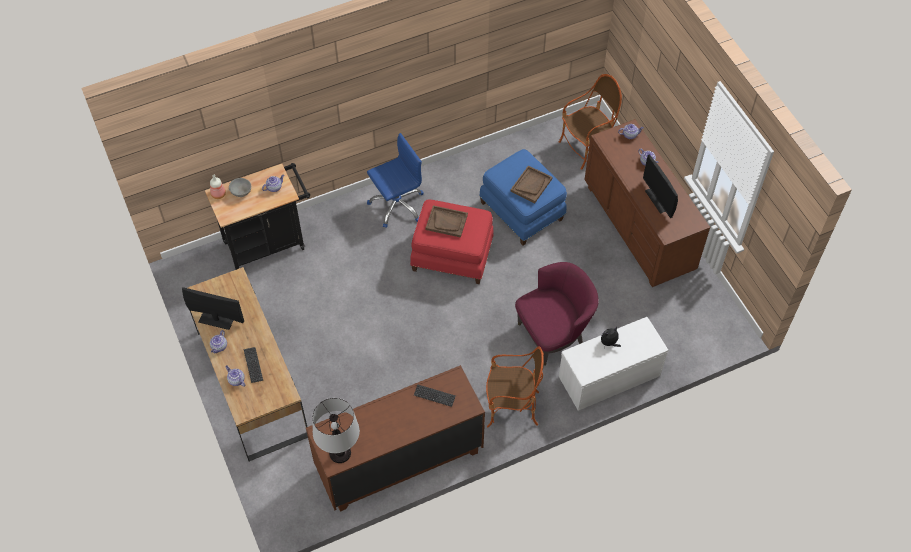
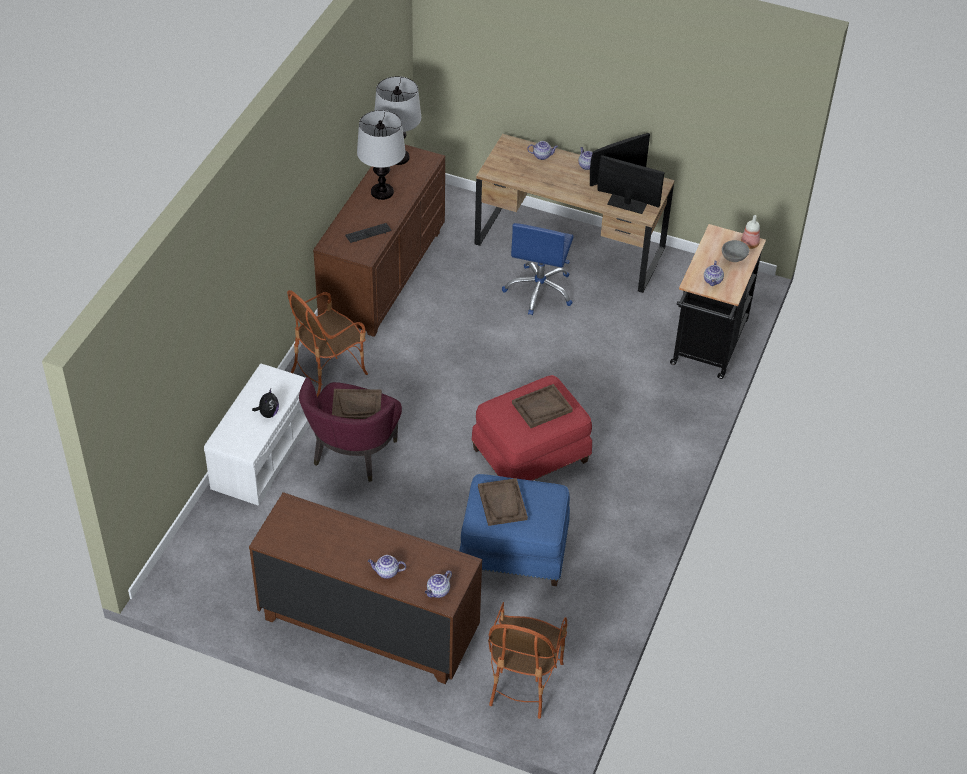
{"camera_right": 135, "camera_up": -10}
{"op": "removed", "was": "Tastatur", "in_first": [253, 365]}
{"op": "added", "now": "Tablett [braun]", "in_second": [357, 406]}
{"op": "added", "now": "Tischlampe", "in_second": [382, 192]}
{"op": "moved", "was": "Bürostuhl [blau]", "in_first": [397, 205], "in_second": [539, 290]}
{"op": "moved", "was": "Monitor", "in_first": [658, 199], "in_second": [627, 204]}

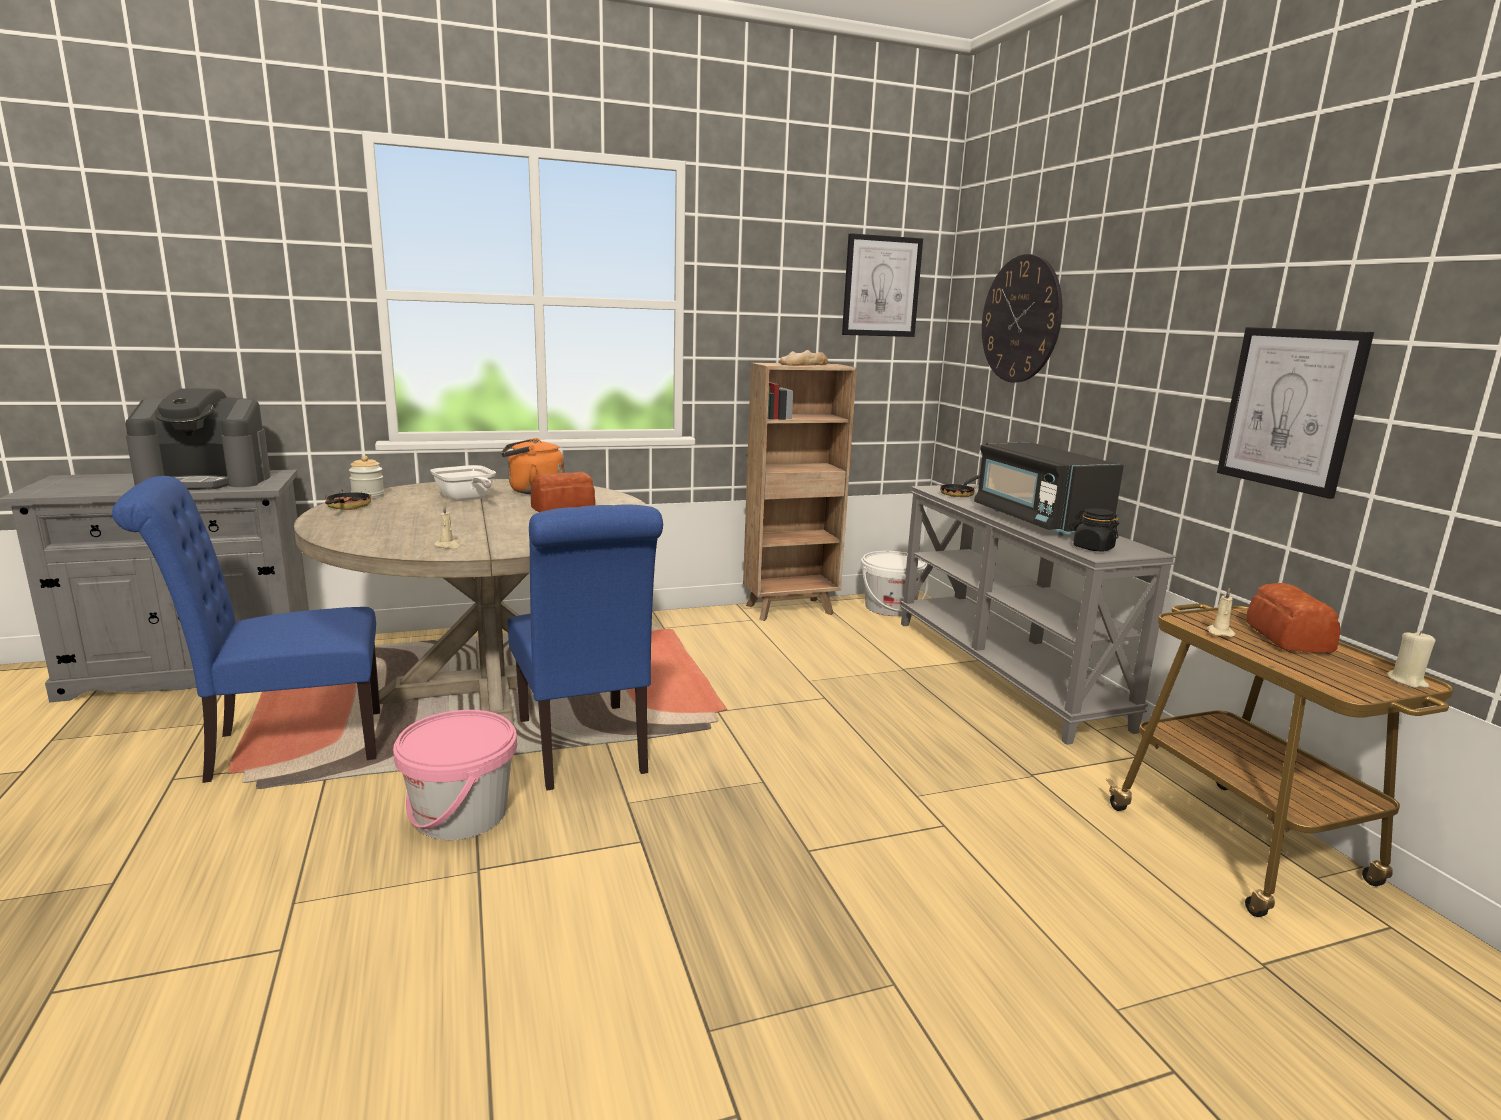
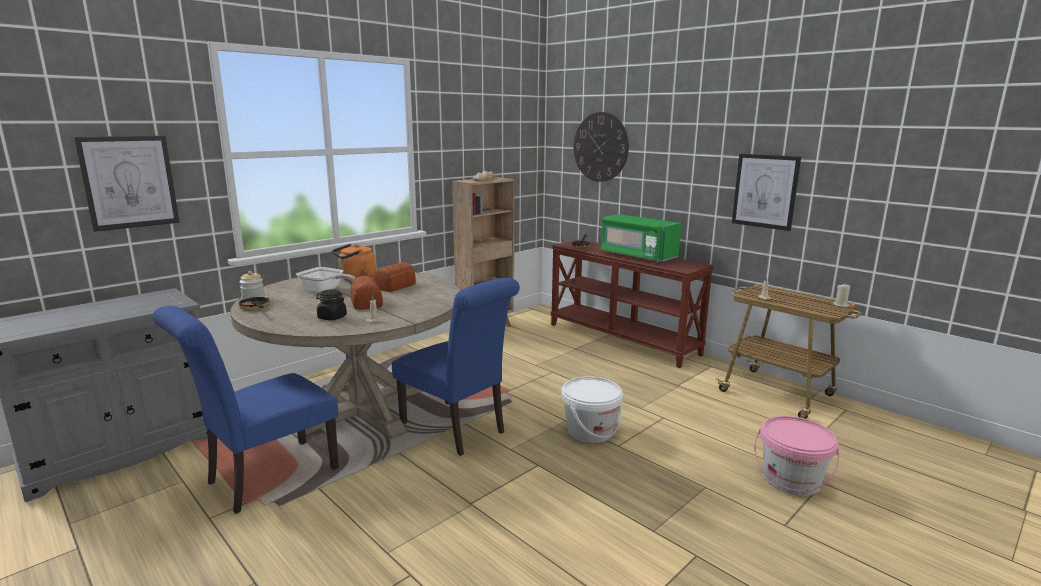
{"camera_right": -25, "camera_up": 0}
{"op": "removed", "was": "Kaffeemaschine", "in_first": [207, 480]}
{"op": "moved", "was": "Eimer [rosa]", "in_first": [461, 815], "in_second": [791, 480]}
{"op": "moved", "was": "Bild", "in_first": [881, 286], "in_second": [129, 182]}
{"op": "moved", "was": "Eimer [weiß]", "in_first": [890, 608], "in_second": [590, 431]}
{"op": "moved", "was": "Vorratsglas [schwarz]", "in_first": [1093, 548], "in_second": [332, 317]}
{"op": "moved", "was": "Brot", "in_first": [1287, 638], "in_second": [366, 303]}
{"op": "recoloured", "was": "Konsolentisch [grau]", "now": "Konsolentisch [braun]", "in_first": [1005, 671], "in_second": [623, 339]}
{"op": "recoloured", "was": "Mikrowelle [schwarz]", "now": "Mikrowelle [grün]", "in_first": [1037, 521], "in_second": [637, 256]}

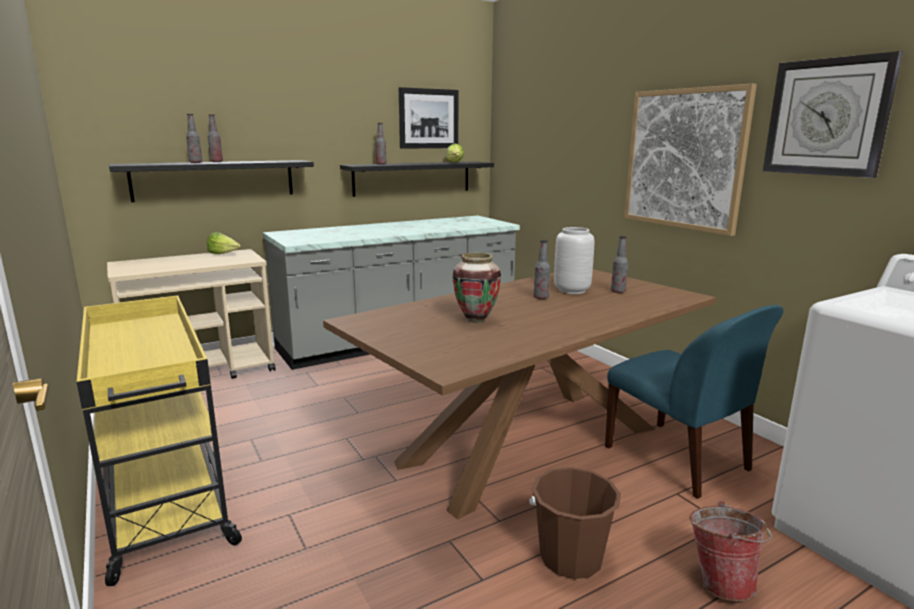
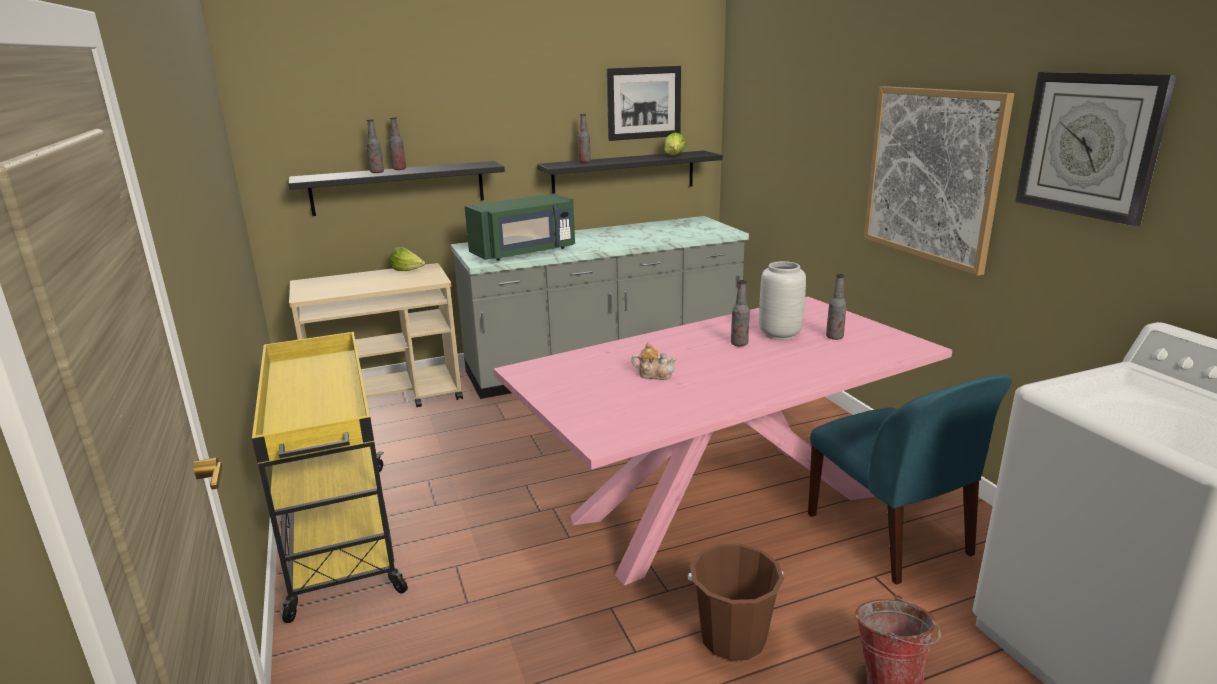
{"camera_right": 10, "camera_up": 5}
{"op": "added", "now": "Mikrowelle [grün]", "in_second": [525, 252]}
{"op": "replaced", "was": "Vase", "now": "Teekanne", "in_first": [476, 320], "in_second": [654, 375]}
{"op": "recoloured", "was": "Esstisch [braun]", "now": "Esstisch [rosa]", "in_first": [528, 445], "in_second": [721, 506]}

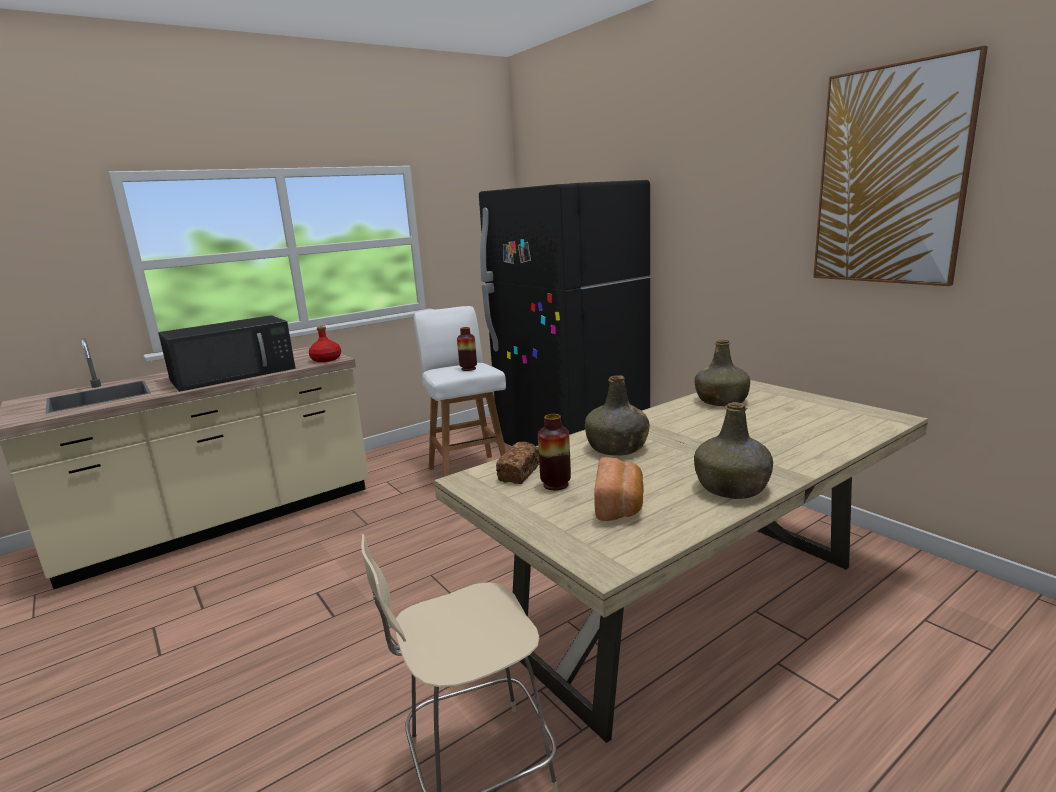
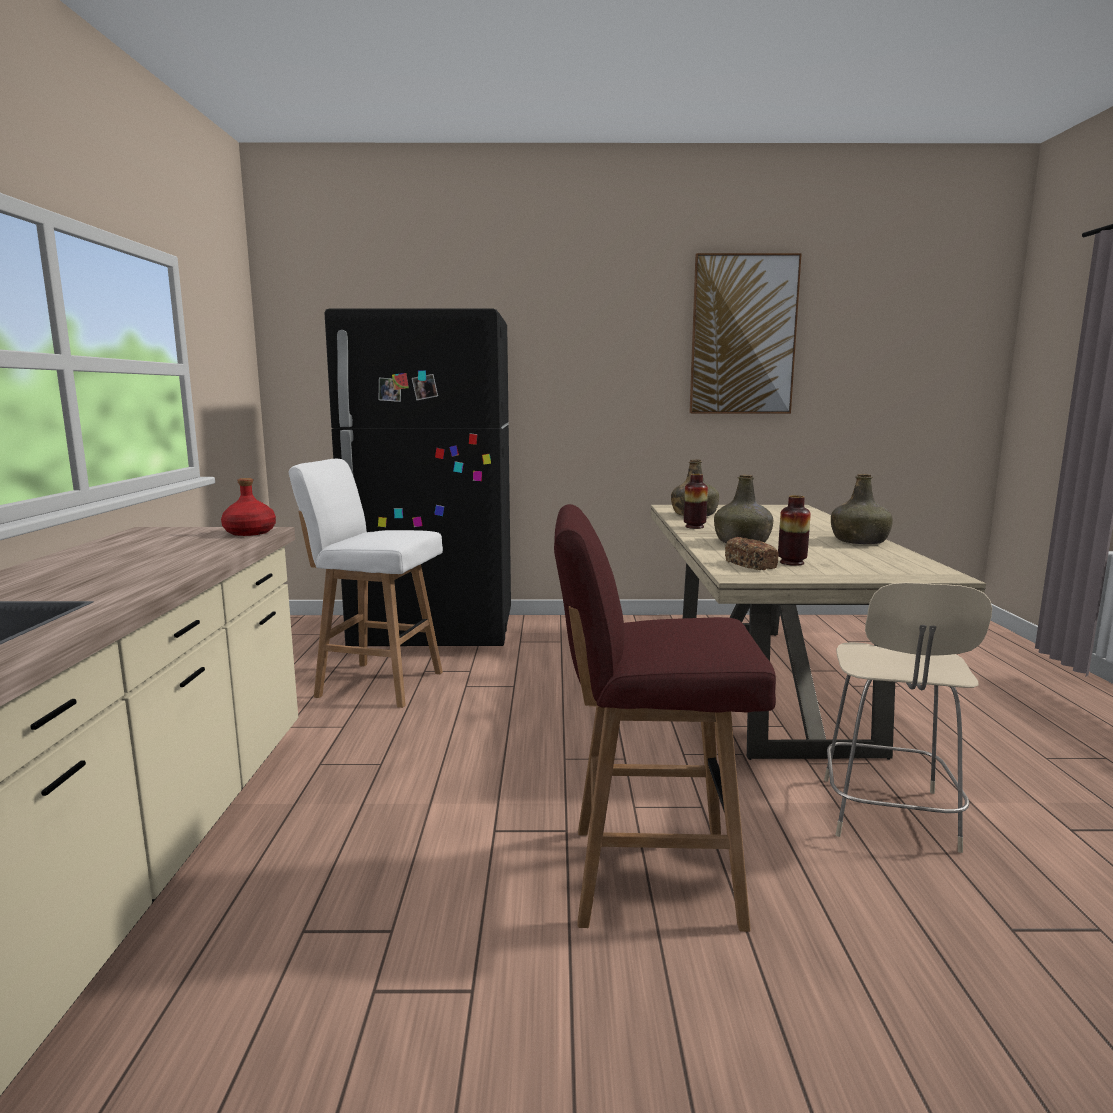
{"camera_right": -55, "camera_up": -5}
{"op": "removed", "was": "Mikrowelle [schwarz]", "in_first": [235, 374]}
{"op": "removed", "was": "Brot", "in_first": [620, 506]}
{"op": "added", "now": "Hocker [rot]", "in_second": [649, 875]}
{"op": "moved", "was": "Vase", "in_first": [468, 369], "in_second": [694, 527]}

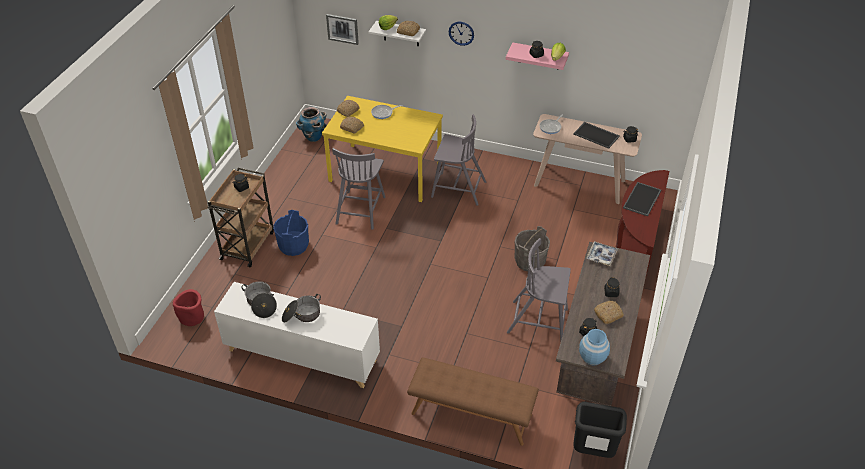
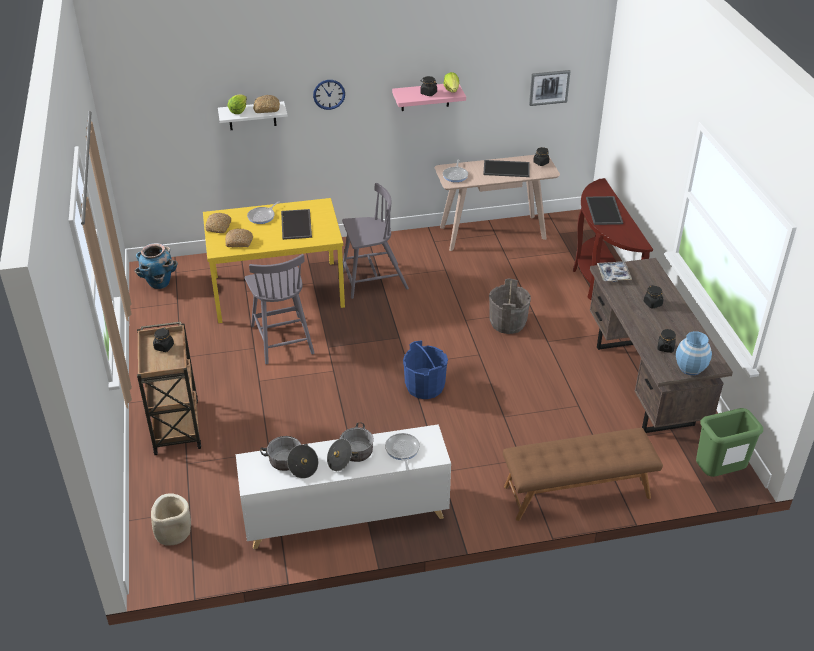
{"camera_right": -30, "camera_up": -5}
{"op": "removed", "was": "Stuhl [grau]", "in_first": [539, 321]}
{"op": "removed", "was": "Brot", "in_first": [608, 314]}
{"op": "added", "now": "Tablett", "in_second": [297, 225]}
{"op": "added", "now": "Pfanne", "in_second": [402, 450]}
{"op": "moved", "was": "Eimer [blau]", "in_first": [293, 245], "in_second": [424, 386]}
{"op": "moved", "was": "Bild", "in_first": [342, 29], "in_second": [549, 87]}
{"op": "recoloured", "was": "Pflanzkübel [rot]", "now": "Pflanzkübel [beige]", "in_first": [192, 318], "in_second": [173, 533]}
{"op": "recoloured", "was": "Mülleimer [schwarz]", "now": "Mülleimer [grün]", "in_first": [592, 452], "in_second": [718, 474]}

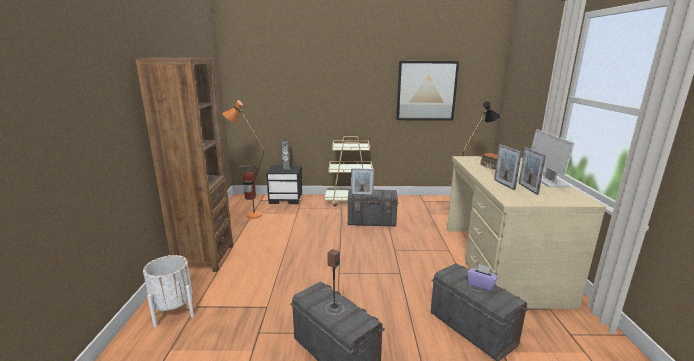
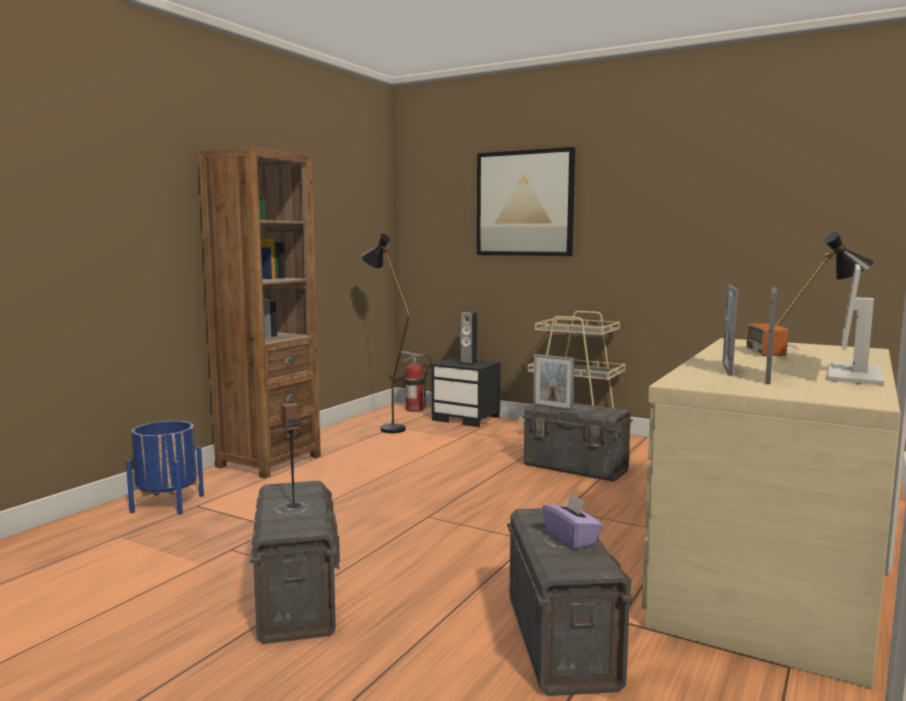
{"camera_right": 30, "camera_up": -10}
{"op": "moved", "was": "Bild", "in_first": [426, 91], "in_second": [524, 203]}
{"op": "recoloured", "was": "Pflanzkübel [weiß]", "now": "Pflanzkübel [blau]", "in_first": [173, 311], "in_second": [168, 504]}
{"op": "recoloured", "was": "Stehlampe [orange]", "now": "Stehlampe [schwarz]", "in_first": [249, 215], "in_second": [386, 428]}

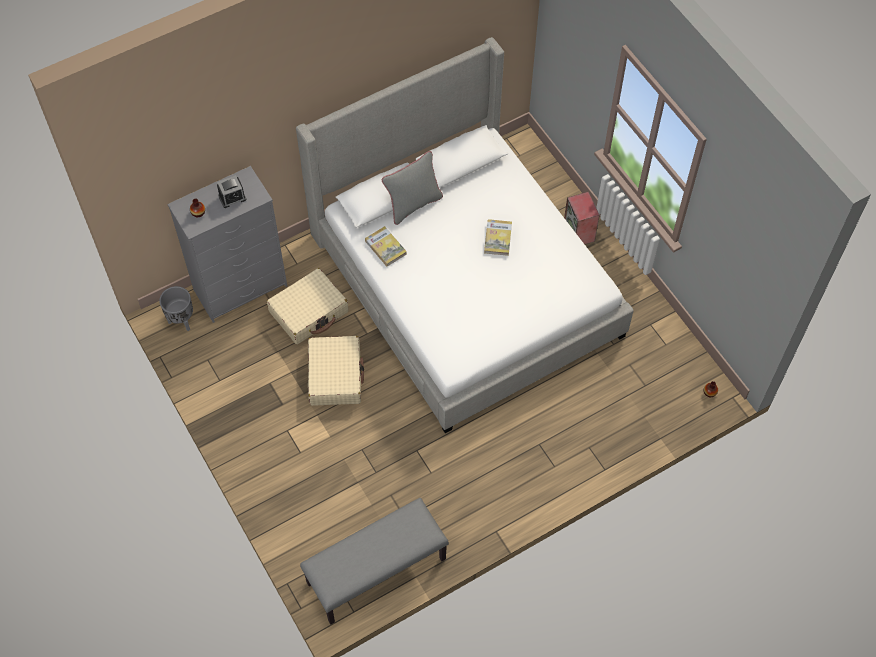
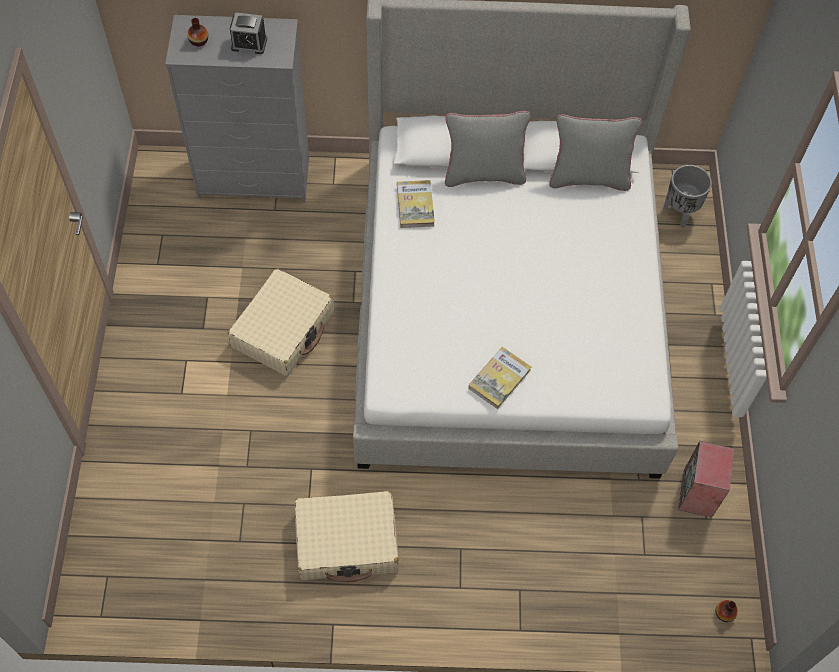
{"camera_right": 30, "camera_up": 0}
{"op": "removed", "was": "Bank [grau]", "in_first": [376, 572]}
{"op": "added", "now": "Kissen [grau]", "in_second": [588, 178]}
{"op": "moved", "was": "Pflanzkübel [grau]", "in_first": [181, 321], "in_second": [679, 213]}
{"op": "moved", "was": "Koffer [beige]", "in_first": [309, 312], "in_second": [347, 542]}
{"op": "moved", "was": "Buch", "in_first": [498, 238], "in_second": [499, 379]}
{"op": "moved", "was": "Lautsprecher", "in_first": [579, 233], "in_second": [698, 494]}

